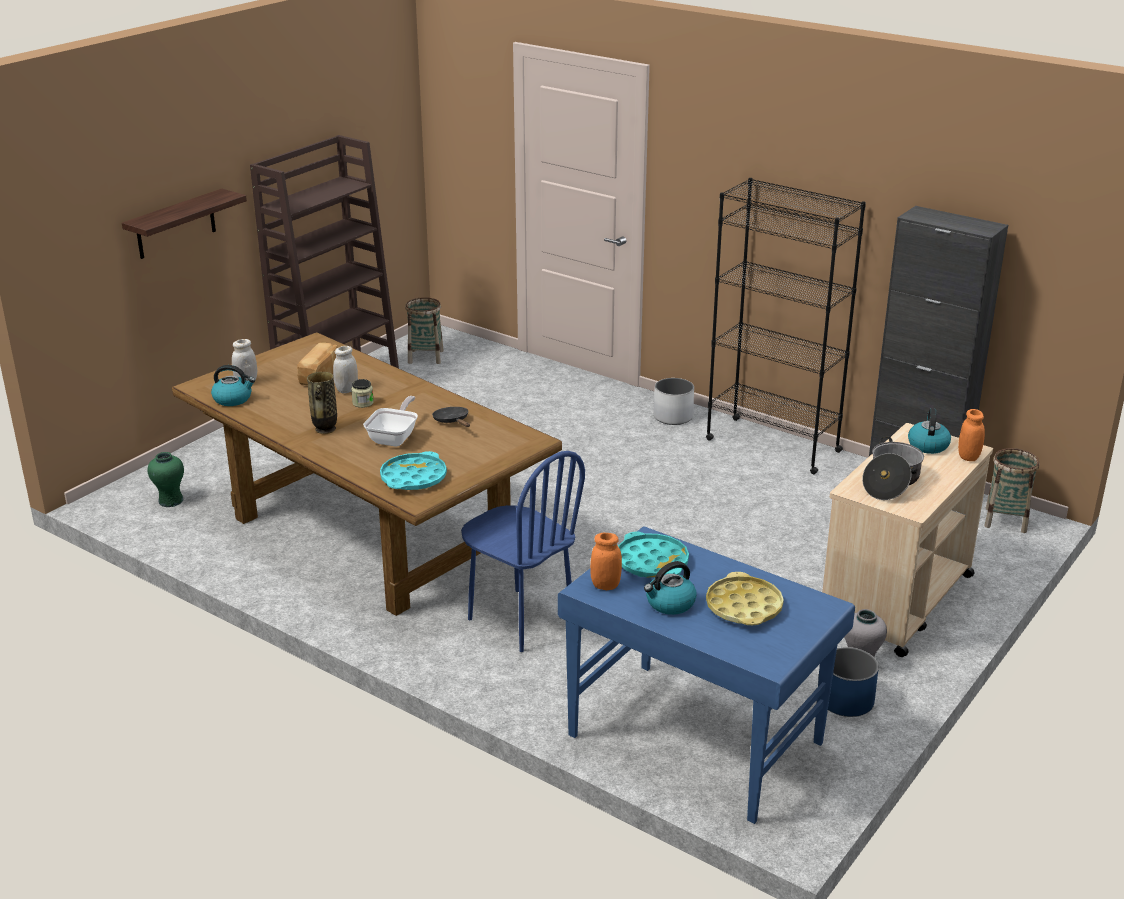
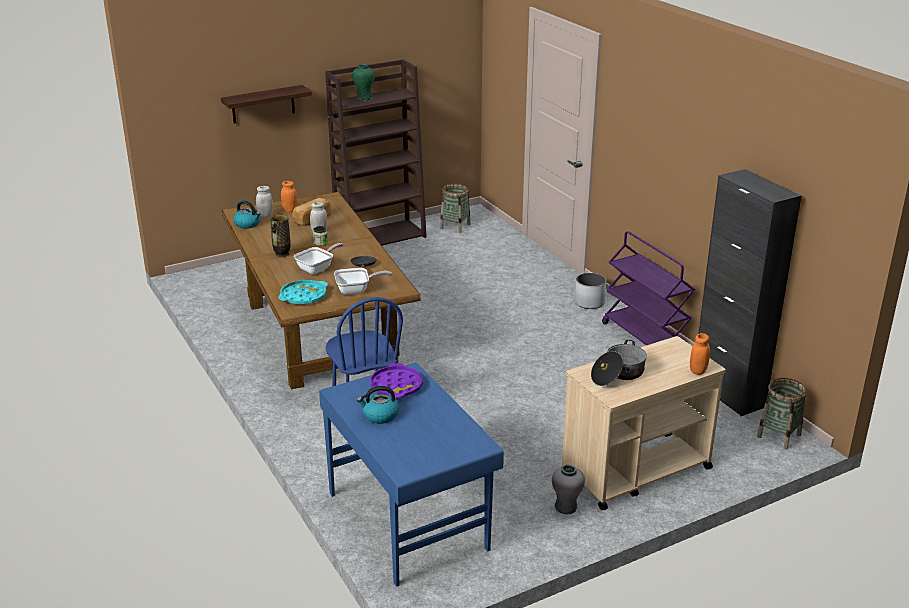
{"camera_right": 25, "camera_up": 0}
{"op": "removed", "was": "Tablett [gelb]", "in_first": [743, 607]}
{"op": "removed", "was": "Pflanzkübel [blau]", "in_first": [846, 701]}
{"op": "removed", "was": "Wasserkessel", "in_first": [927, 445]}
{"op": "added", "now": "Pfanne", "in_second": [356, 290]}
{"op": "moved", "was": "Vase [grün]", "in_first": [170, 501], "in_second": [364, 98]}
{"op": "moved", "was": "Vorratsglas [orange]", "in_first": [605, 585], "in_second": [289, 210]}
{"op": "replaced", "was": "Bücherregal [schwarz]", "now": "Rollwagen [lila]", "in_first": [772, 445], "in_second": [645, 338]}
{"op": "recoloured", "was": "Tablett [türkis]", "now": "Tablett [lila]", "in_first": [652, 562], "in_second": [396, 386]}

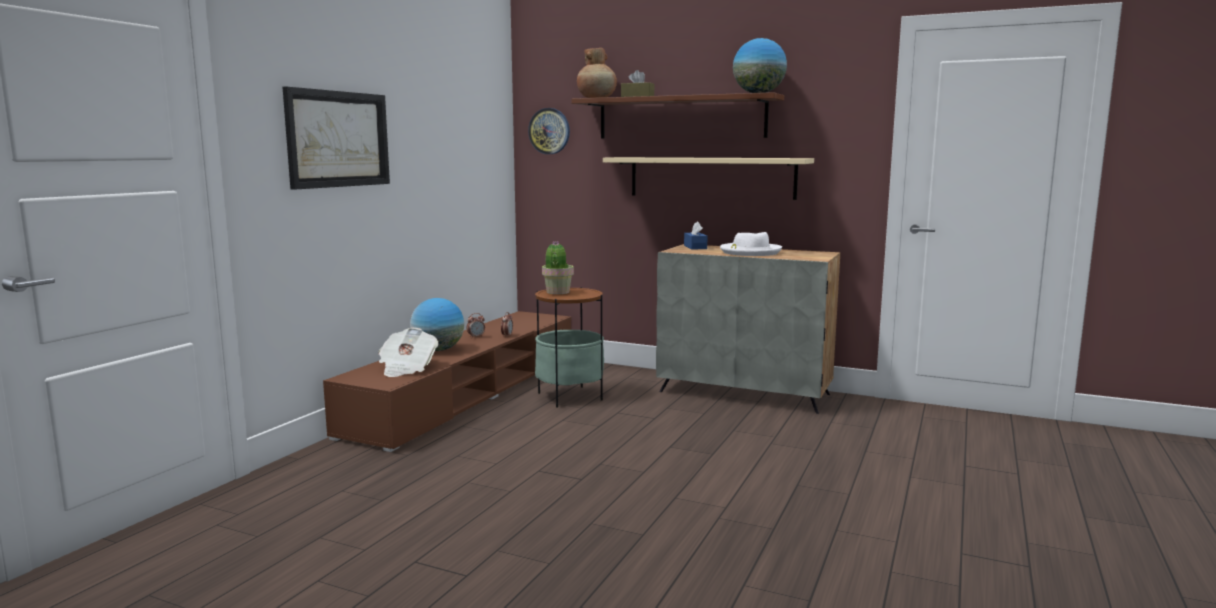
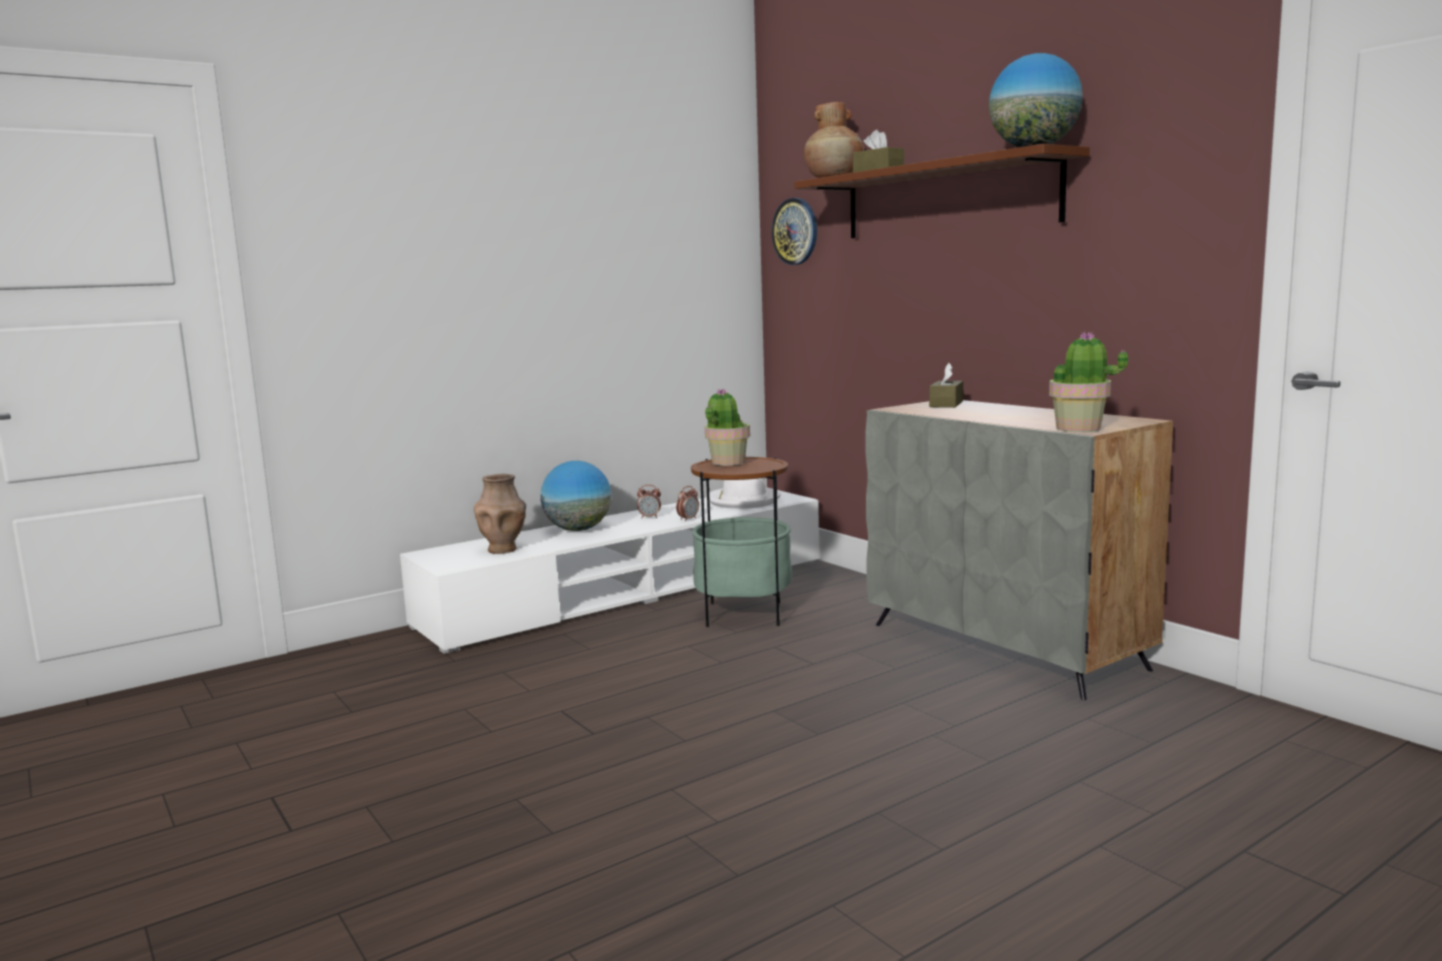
{"camera_right": 30, "camera_up": 0}
{"op": "removed", "was": "Bild", "in_first": [338, 139]}
{"op": "removed", "was": "Wandregal [beige]", "in_first": [711, 177]}
{"op": "added", "now": "Topfpflanze", "in_second": [1079, 429]}
{"op": "moved", "was": "Hut [weiß]", "in_first": [750, 252], "in_second": [743, 501]}
{"op": "replaced", "was": "Zeitung", "now": "Vase [braun]", "in_first": [407, 368], "in_second": [503, 549]}
{"op": "recoloured", "was": "Fernsehschrank [braun]", "now": "Fernsehschrank [weiß]", "in_first": [469, 393], "in_second": [630, 592]}
{"op": "recoloured", "was": "Taschentuchbox [blau]", "now": "Taschentuchbox [braun]", "in_first": [695, 247], "in_second": [946, 404]}

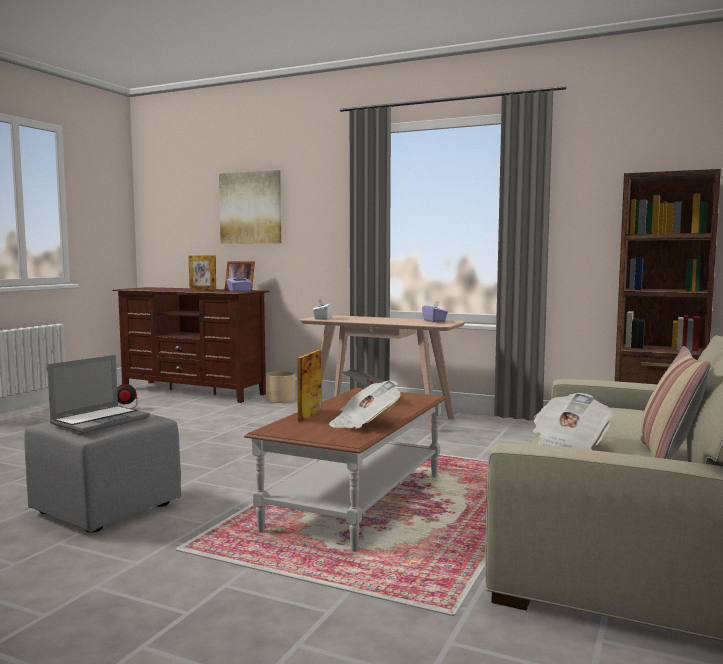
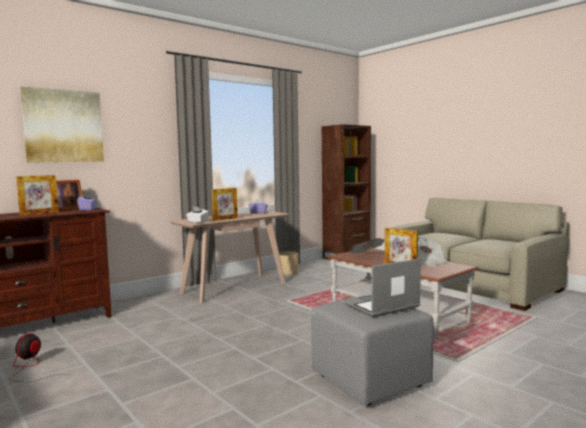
{"camera_right": -65, "camera_up": 0}
{"op": "removed", "was": "Zeitung", "in_first": [568, 445]}
{"op": "removed", "was": "Kissen", "in_first": [667, 457]}
{"op": "added", "now": "Bilderrahmen", "in_second": [225, 219]}
{"op": "moved", "was": "Pflanzkübel [beige]", "in_first": [280, 400], "in_second": [287, 272]}
{"op": "turned", "was": "Laptop", "in_first": [100, 421], "in_second": [381, 306], "clockwise": -90}

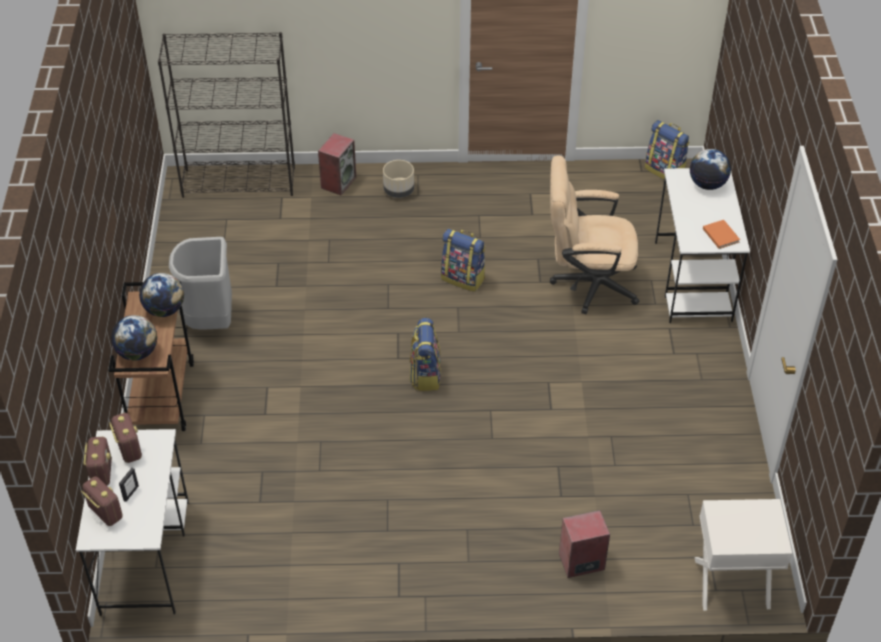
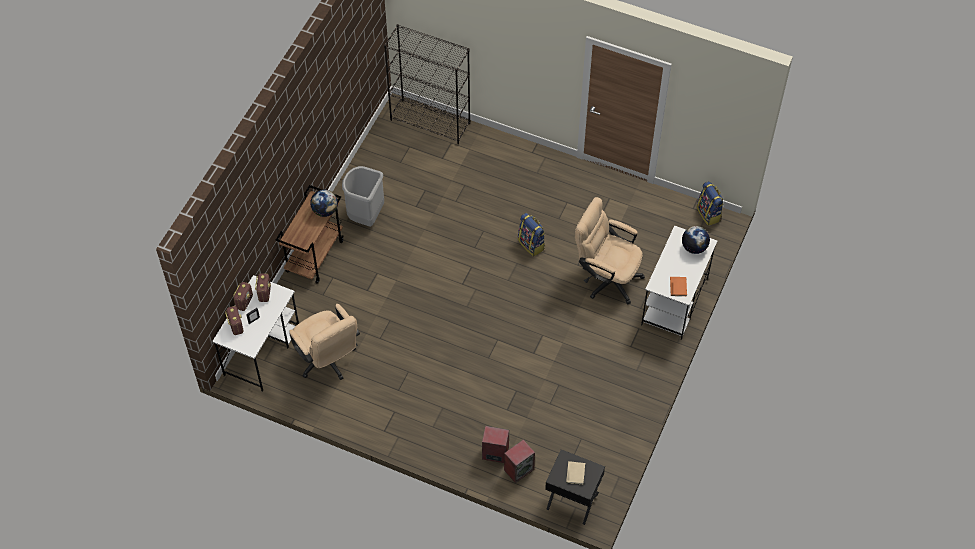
{"camera_right": 25, "camera_up": 10}
{"op": "removed", "was": "Globus", "in_first": [137, 353]}
{"op": "removed", "was": "Pflanzkübel [beige]", "in_first": [399, 191]}
{"op": "removed", "was": "Rucksack", "in_first": [425, 374]}
{"op": "added", "now": "Bürostuhl [beige]", "in_second": [328, 361]}
{"op": "added", "now": "Buch [beige]", "in_second": [576, 473]}
{"op": "moved", "was": "Lautsprecher", "in_first": [338, 182], "in_second": [519, 469]}
{"op": "recoloured", "was": "Nachttisch [weiß]", "now": "Nachttisch [schwarz]", "in_first": [732, 583], "in_second": [572, 501]}

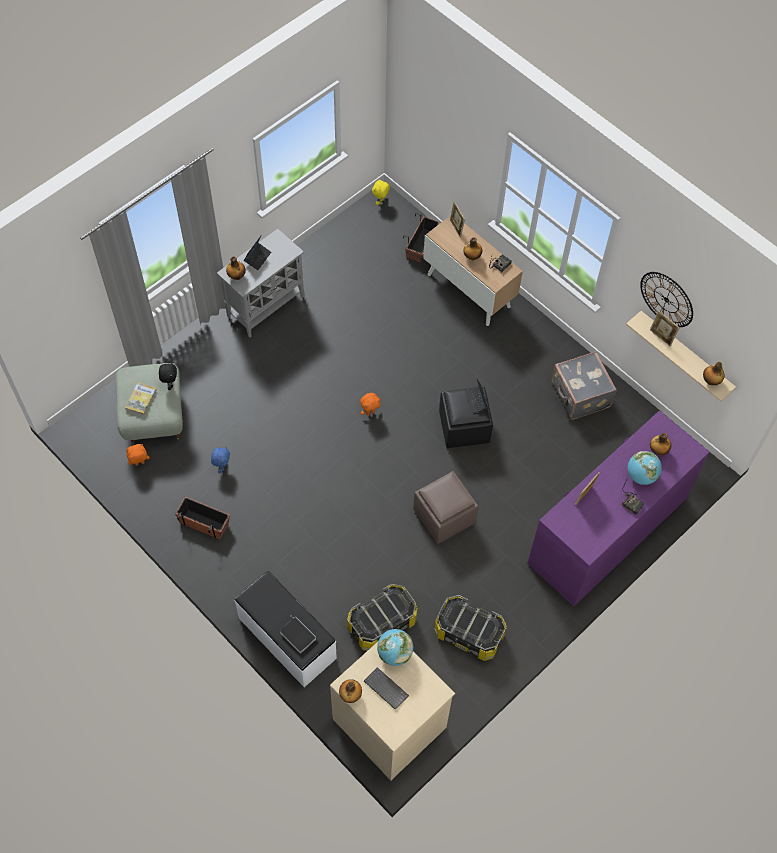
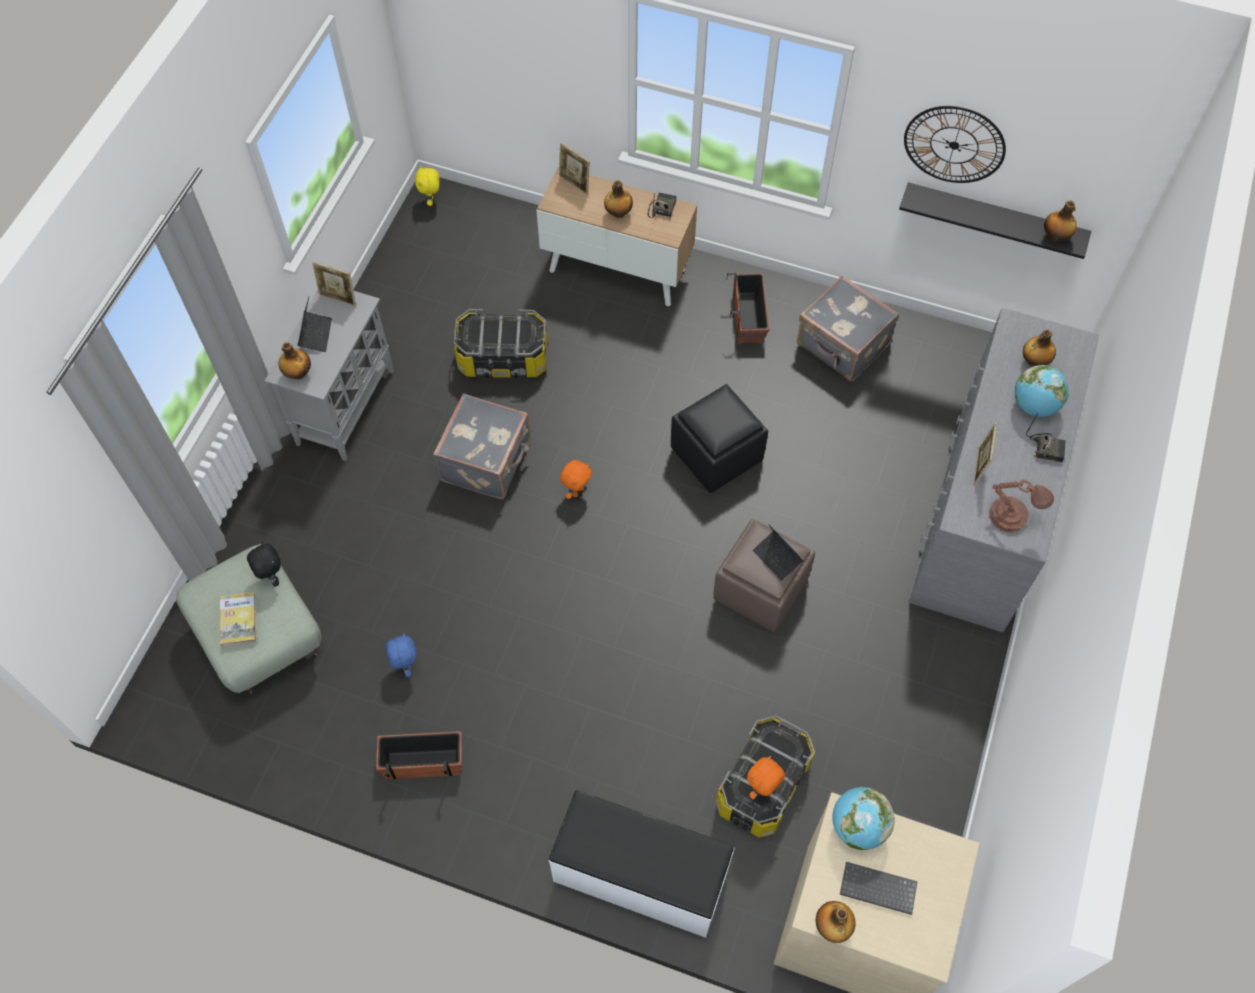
{"camera_right": -25, "camera_up": 0}
{"op": "removed", "was": "Buch", "in_first": [297, 635]}
{"op": "added", "now": "Koffer [grau]", "in_second": [487, 461]}
{"op": "added", "now": "Tischlampe [braun]", "in_second": [1011, 517]}
{"op": "moved", "was": "Plüschtier [orange]", "in_first": [139, 464], "in_second": [762, 788]}
{"op": "moved", "was": "Pflanzkübel", "in_first": [421, 245], "in_second": [748, 318]}
{"op": "moved", "was": "Aufbewahrungsbox", "in_first": [468, 634], "in_second": [503, 358]}
{"op": "moved", "was": "Laptop", "in_first": [476, 401], "in_second": [777, 558]}
{"op": "moved", "was": "Bilderrahmen", "in_first": [661, 337], "in_second": [338, 299]}
{"op": "recoloured", "was": "Kommode [lila]", "now": "Kommode [grau]", "in_first": [607, 530], "in_second": [983, 508]}
{"op": "recoloured", "was": "Wandregal [beige]", "now": "Wandregal [schwarz]", "in_first": [685, 354], "in_second": [994, 219]}

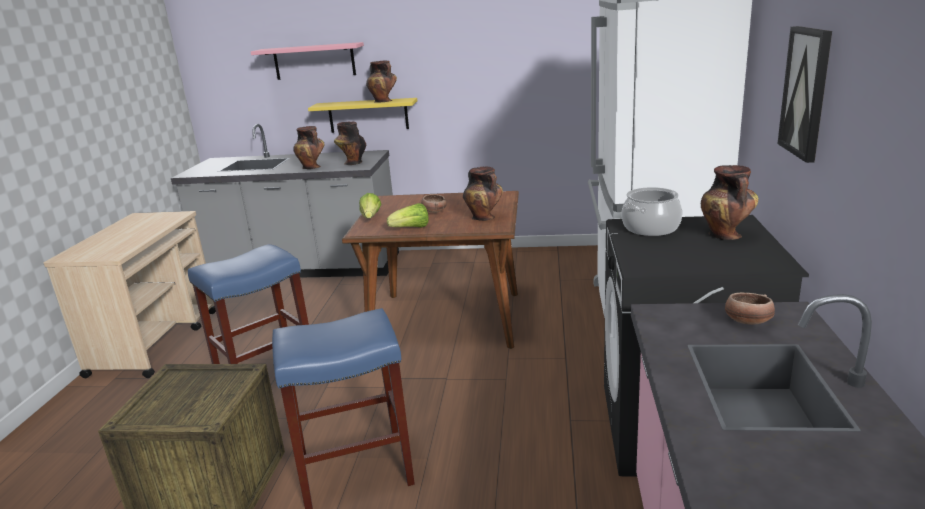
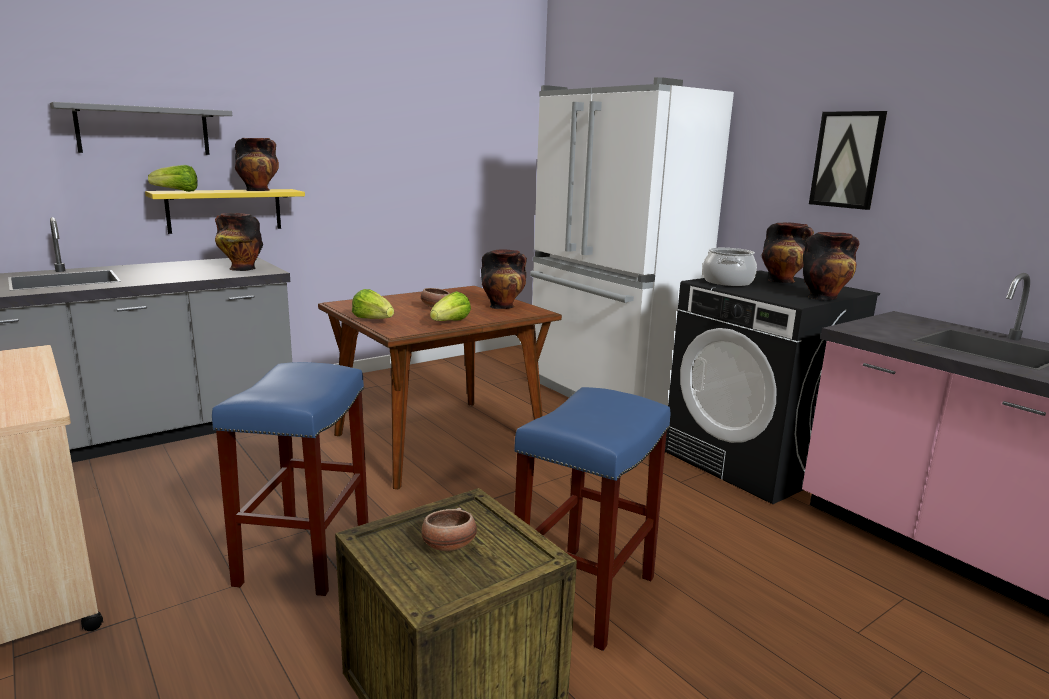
{"camera_right": -45, "camera_up": -5}
{"op": "added", "now": "Salatkopf", "in_second": [177, 191]}
{"op": "moved", "was": "Vase", "in_first": [312, 167], "in_second": [823, 297]}
{"op": "moved", "was": "Schüssel", "in_first": [747, 322], "in_second": [448, 546]}
{"op": "recoloured", "was": "Wandregal [rosa]", "now": "Wandregal [grau]", "in_first": [314, 61], "in_second": [144, 130]}

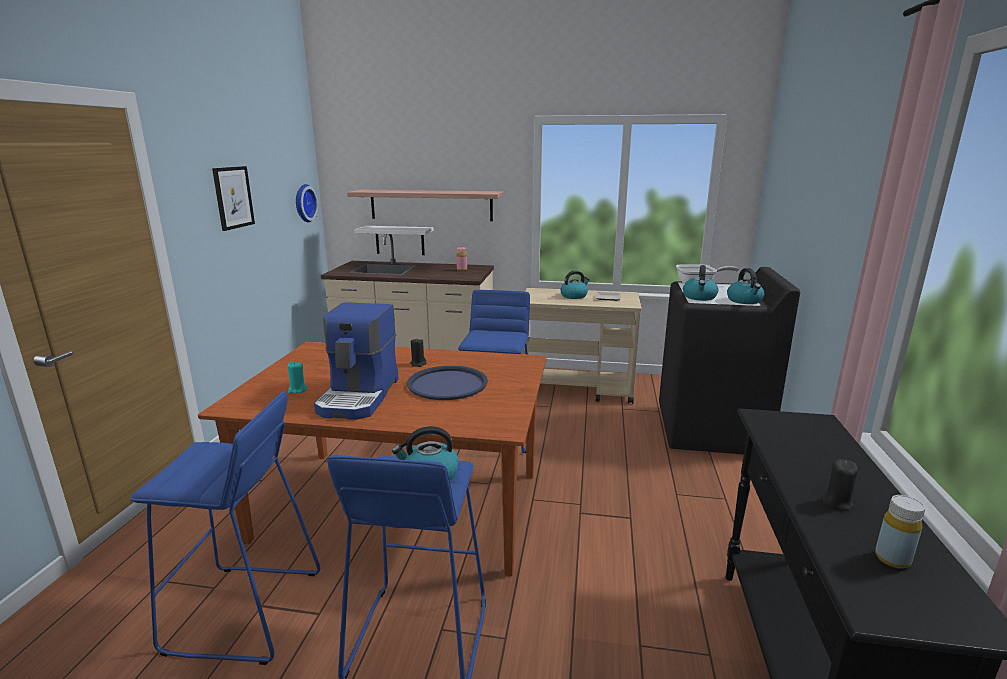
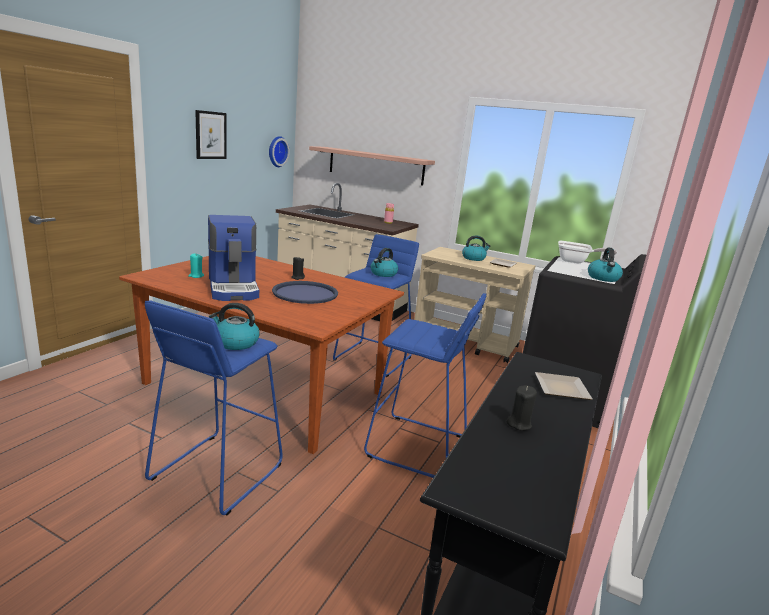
{"camera_right": 15, "camera_up": 0}
{"op": "removed", "was": "Wandregal [weiß]", "in_first": [400, 240]}
{"op": "removed", "was": "Flasche [gelb]", "in_first": [892, 559]}
{"op": "added", "now": "Teller", "in_second": [562, 388]}
{"op": "moved", "was": "Hocker [blau]", "in_first": [245, 612], "in_second": [416, 447]}
{"op": "moved", "was": "Wasserkessel", "in_first": [699, 297], "in_second": [383, 274]}
{"op": "turned", "was": "Kaffeemaschine", "in_first": [360, 396], "in_second": [234, 288], "clockwise": -45}

